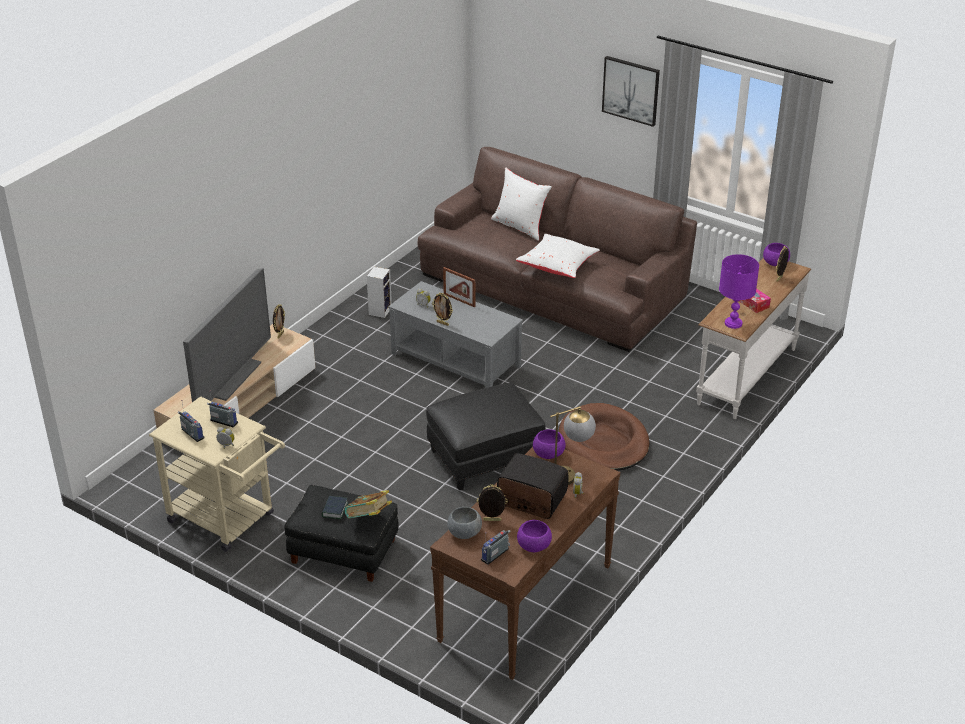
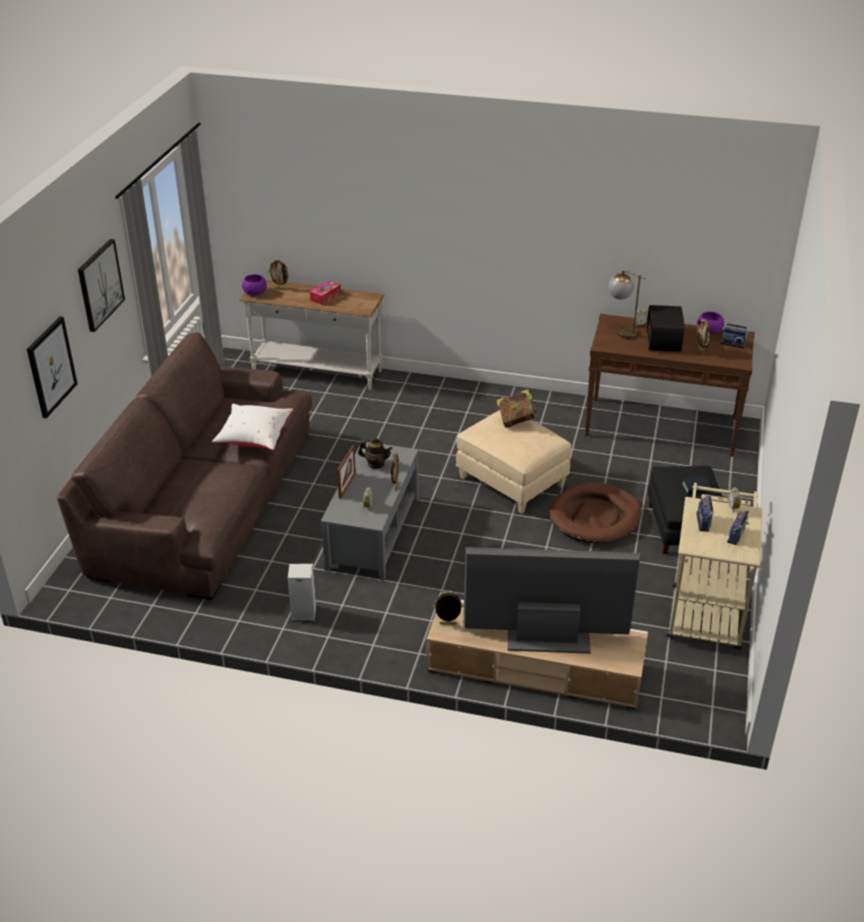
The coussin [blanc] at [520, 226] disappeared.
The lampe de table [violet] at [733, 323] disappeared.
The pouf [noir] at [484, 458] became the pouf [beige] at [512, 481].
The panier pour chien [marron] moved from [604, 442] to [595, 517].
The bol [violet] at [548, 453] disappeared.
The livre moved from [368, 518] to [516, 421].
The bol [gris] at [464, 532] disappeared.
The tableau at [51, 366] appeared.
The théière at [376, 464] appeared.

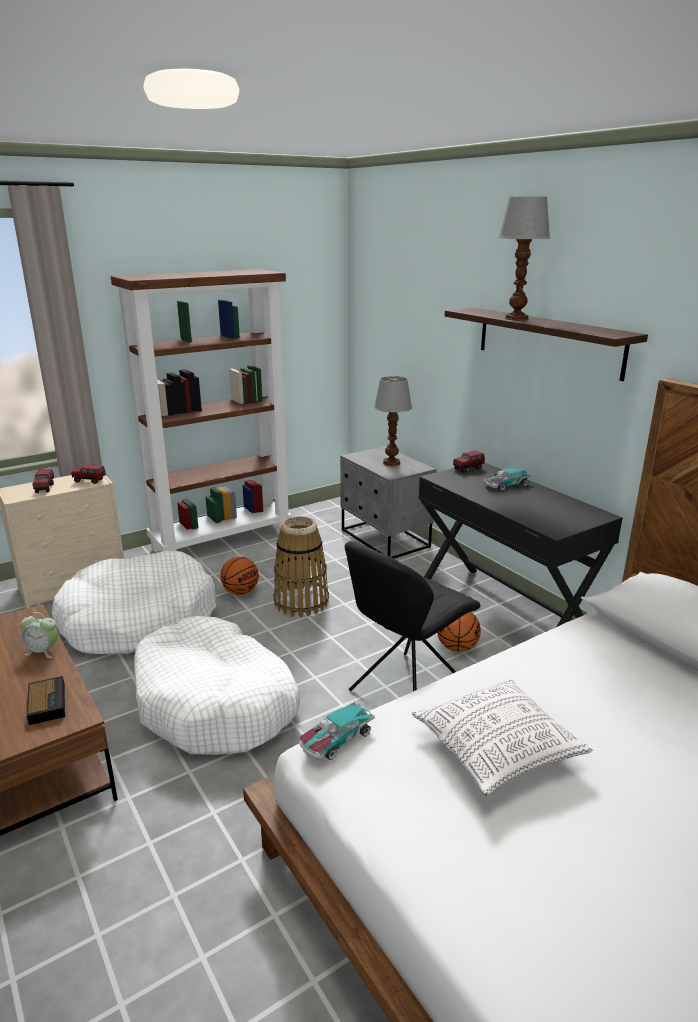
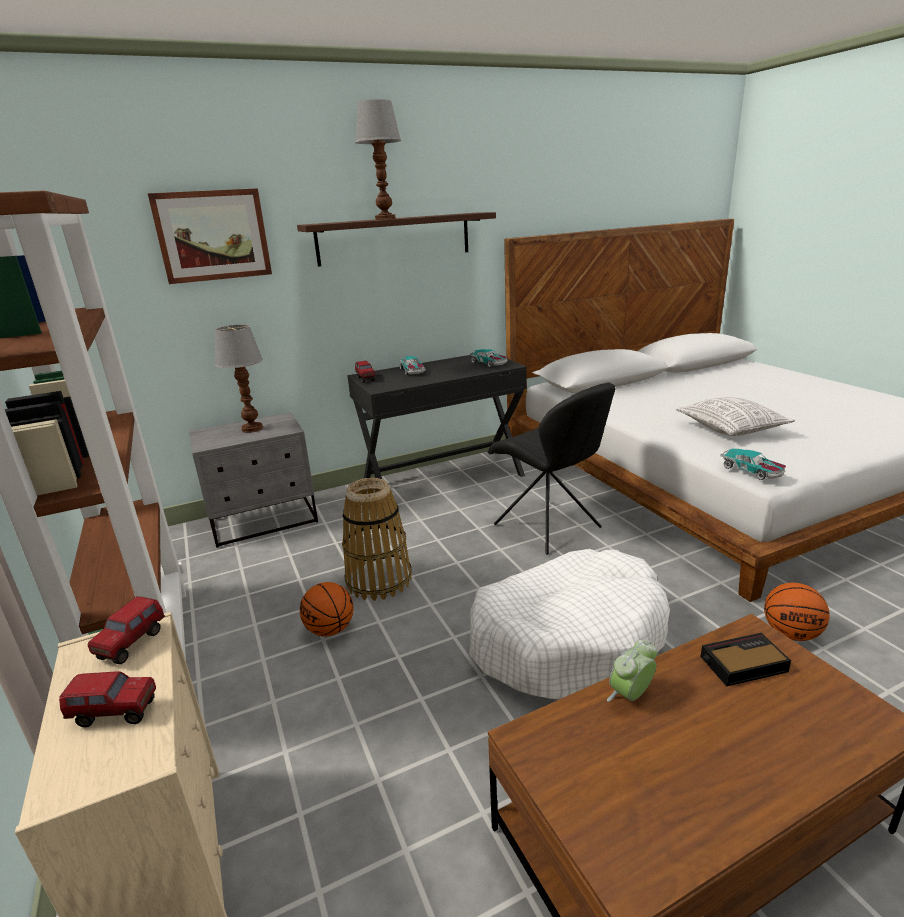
The panier pour chien [blanc] at [138, 620] disappeared.
The réveil at [43, 651] turned 150 degrees counterclockwise.
The ballon de basket moved from [457, 647] to [791, 634].
The tableau at [213, 236] appeared.
The petite voiture at [489, 363] appeared.

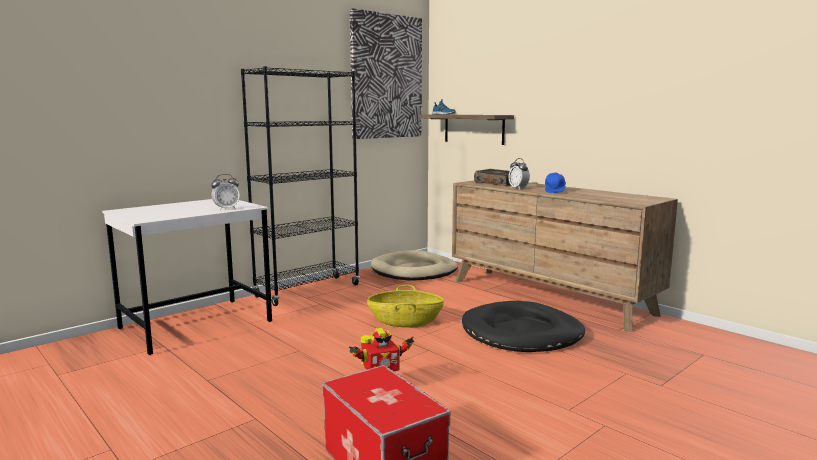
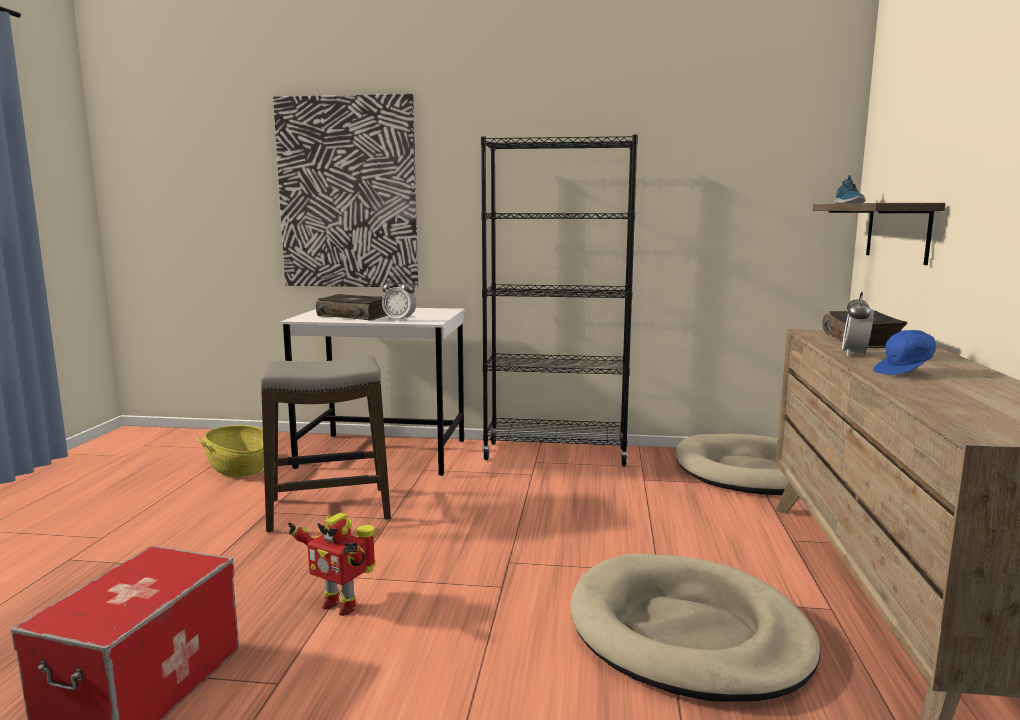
The tableau moved from [386, 77] to [348, 193].
The panier moved from [405, 322] to [239, 467].
The panier pour chien [noir] at [522, 332] became the panier pour chien [beige] at [687, 633].
The livre at [354, 316] appeared.
The tabouret at [329, 510] appeared.

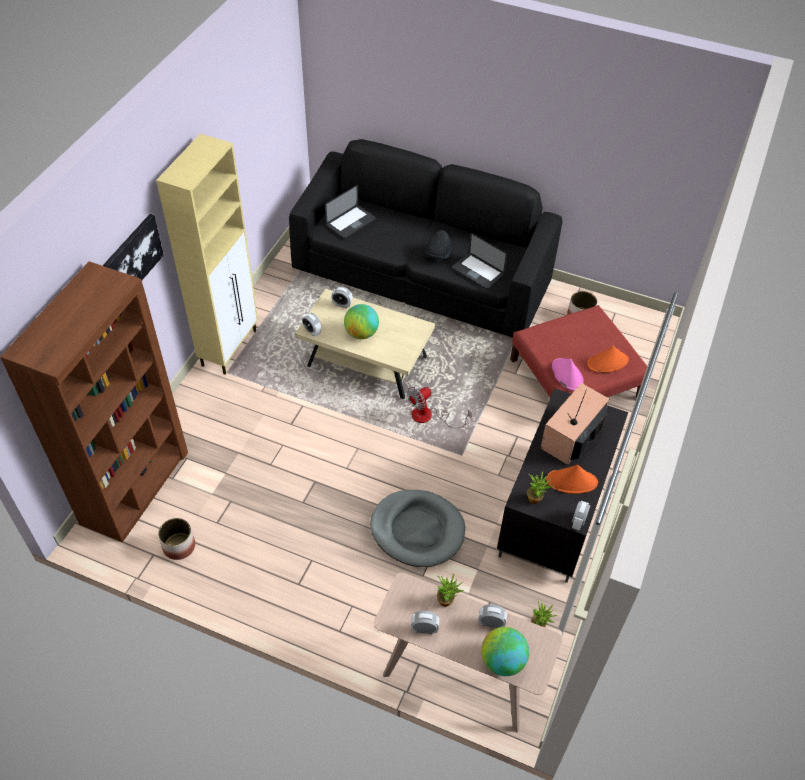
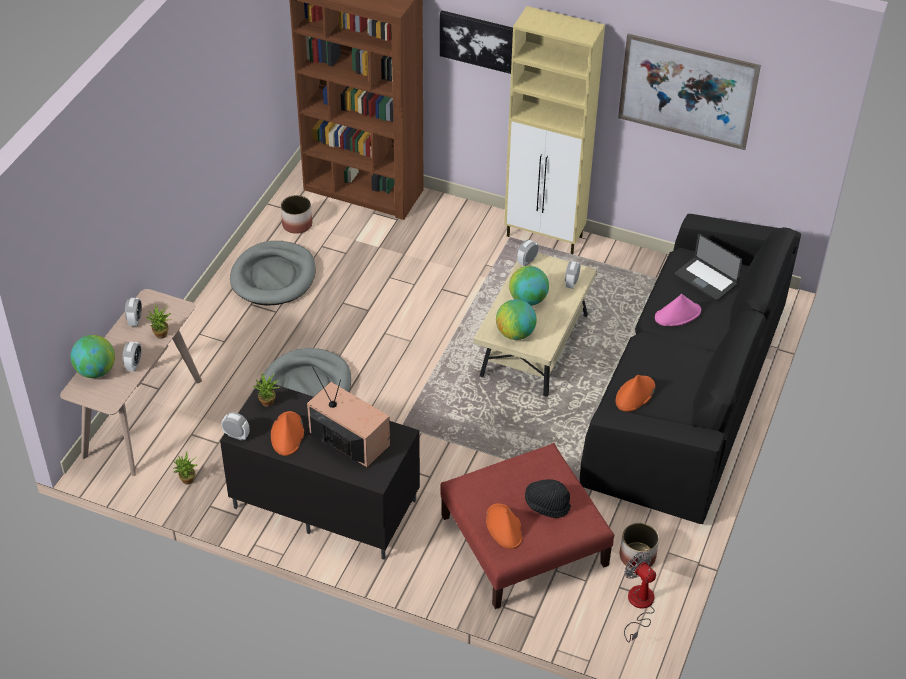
The chapeau [noir] moved from [438, 255] to [547, 505].
The ordinateur portable at [477, 272] was replaced by the chapeau [orange] at [635, 394].
The chapeau [rose] moved from [567, 375] to [678, 314].
The ventilateur moved from [429, 417] to [639, 606].
The tableau at [687, 91] appeared.
The panier pour chien [gris] at [273, 277] appeared.
The globe at [515, 333] appeared.

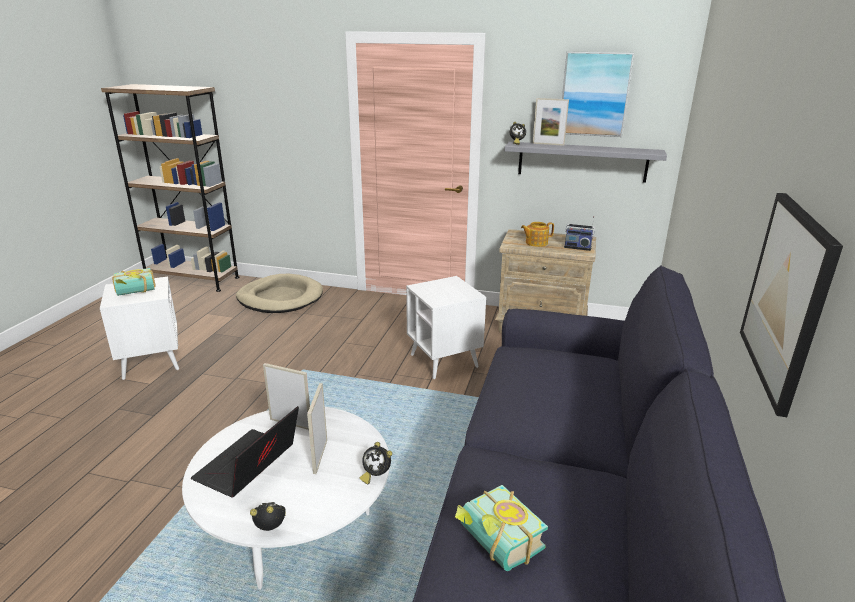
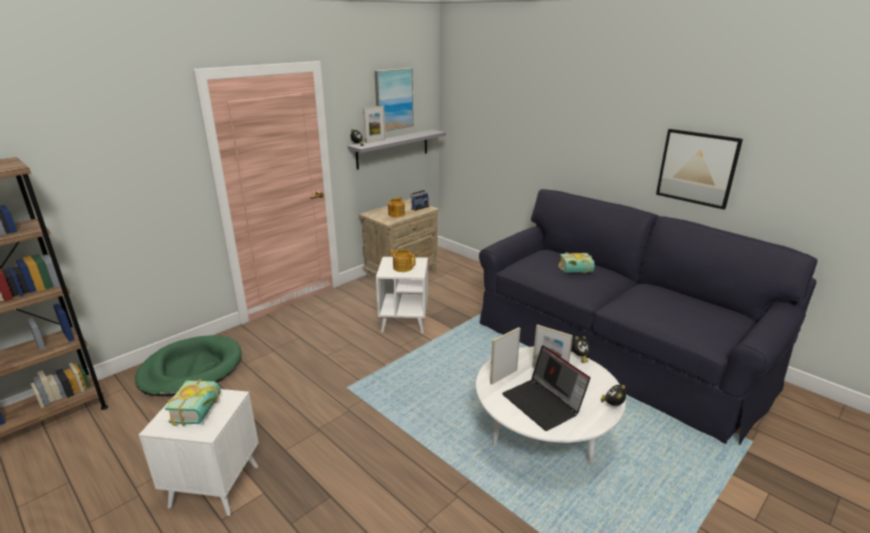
The panier pour chien [beige] at [280, 298] became the panier pour chien [vert] at [191, 369].
The livre moved from [494, 544] to [576, 272].
The théière at [402, 267] appeared.

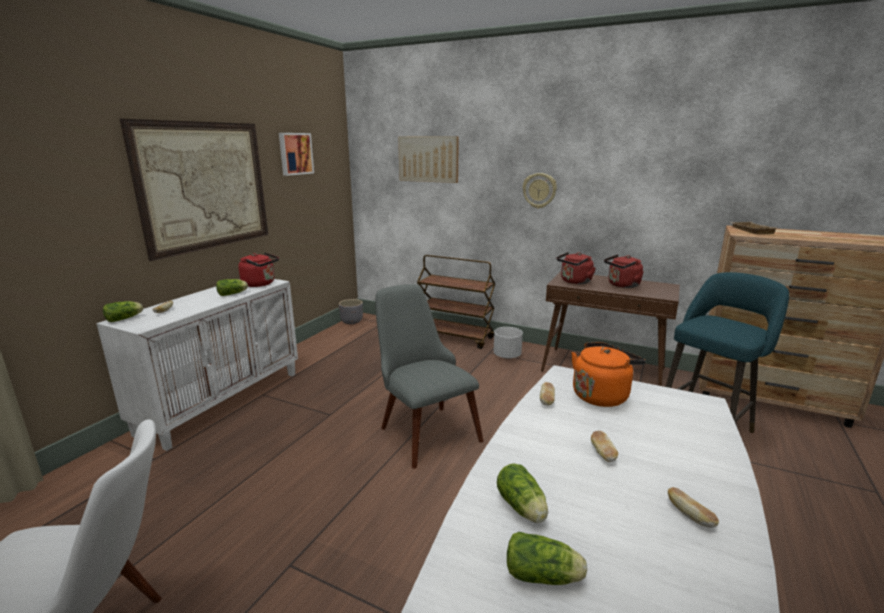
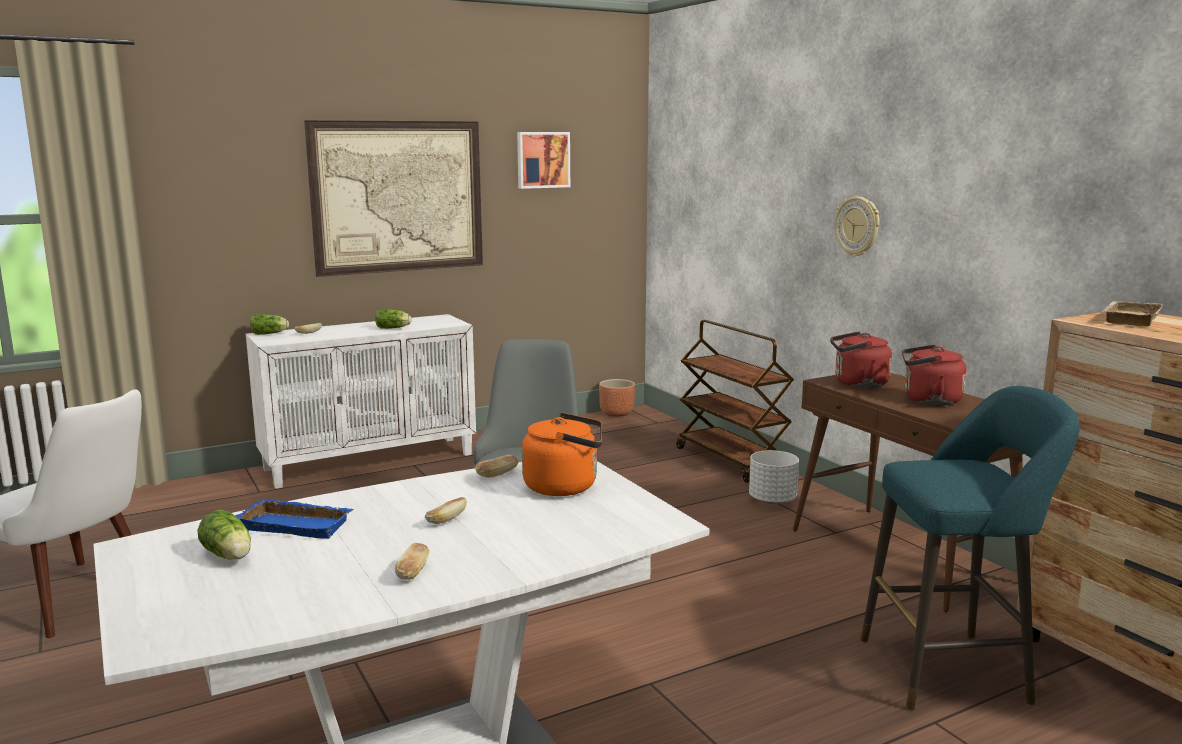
The tableau at [428, 159] disappeared.
The bouilloire [rouge] at [260, 284] disappeared.
The cache-pot [gris] at [352, 322] became the cache-pot [marron] at [617, 414].
The laitue at [522, 508] was replaced by the plateau [bleu] at [298, 525].

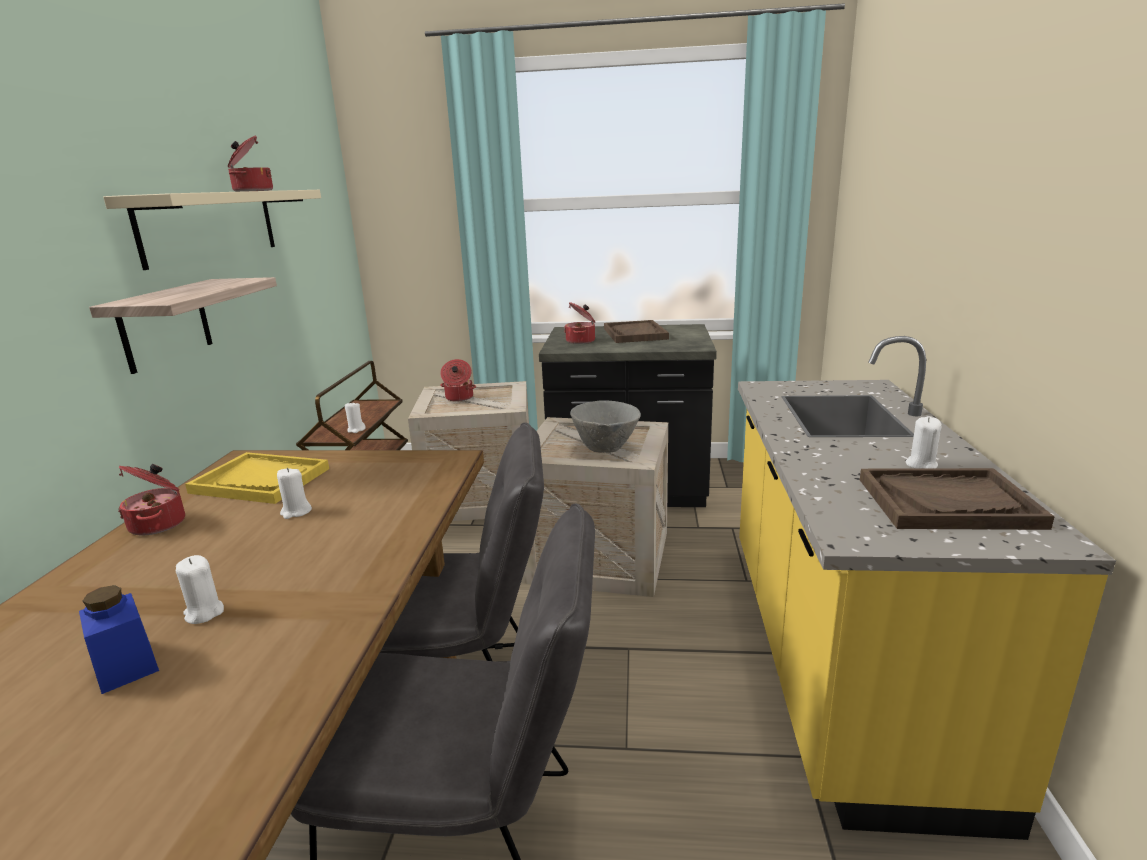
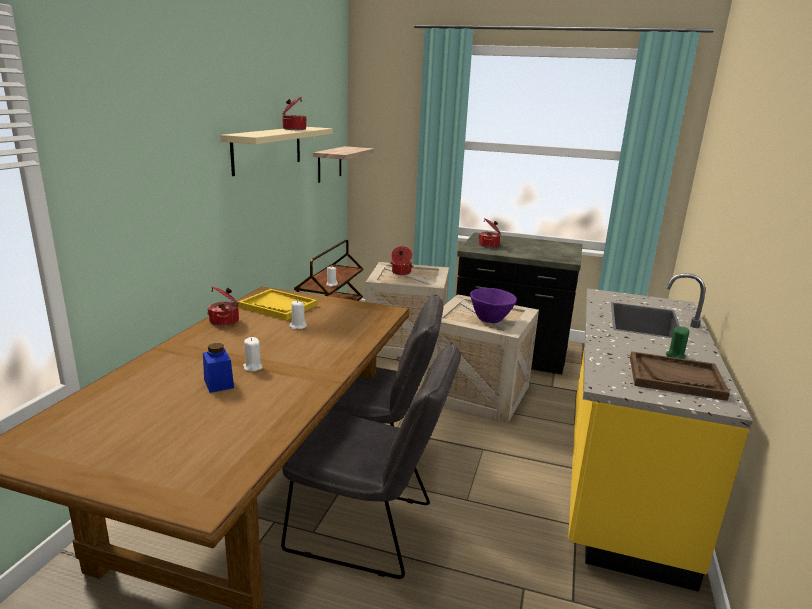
The étagère moved from [165, 325] to [329, 164].
The plateau [marron] at [635, 334] disappeared.
The bol [gris] at [606, 448] became the bol [violet] at [490, 320].
The bougie [blanc] at [921, 464] became the bougie [vert] at [675, 356].

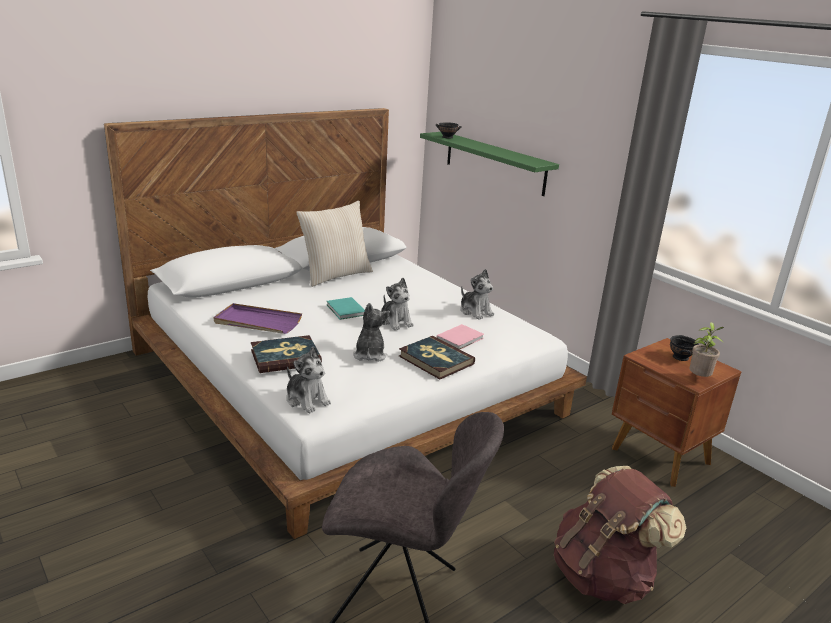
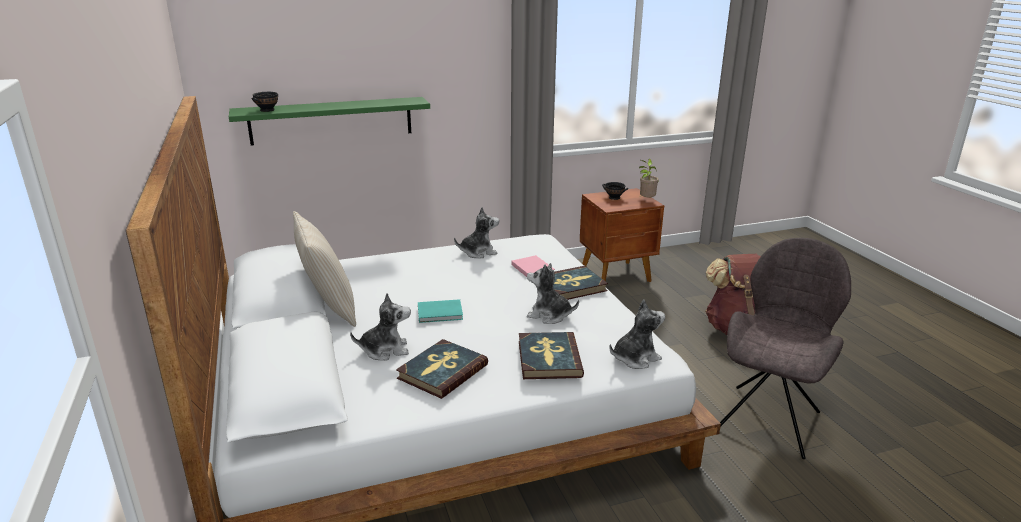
The peluche moved from [395, 322] to [385, 350].
The plateau [violet] at [257, 322] was replaced by the livre at [442, 371].

